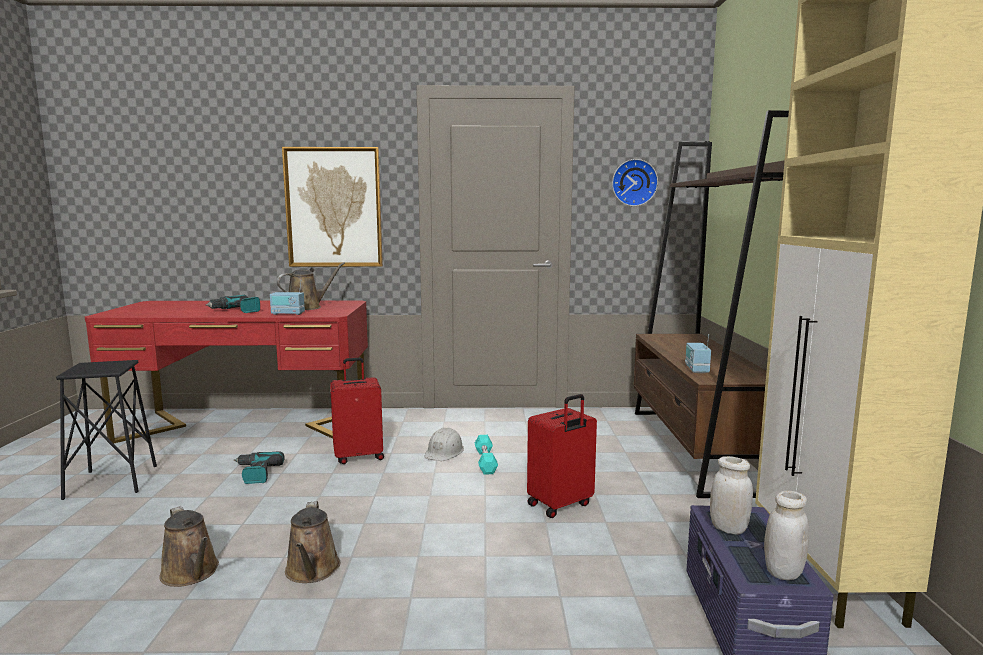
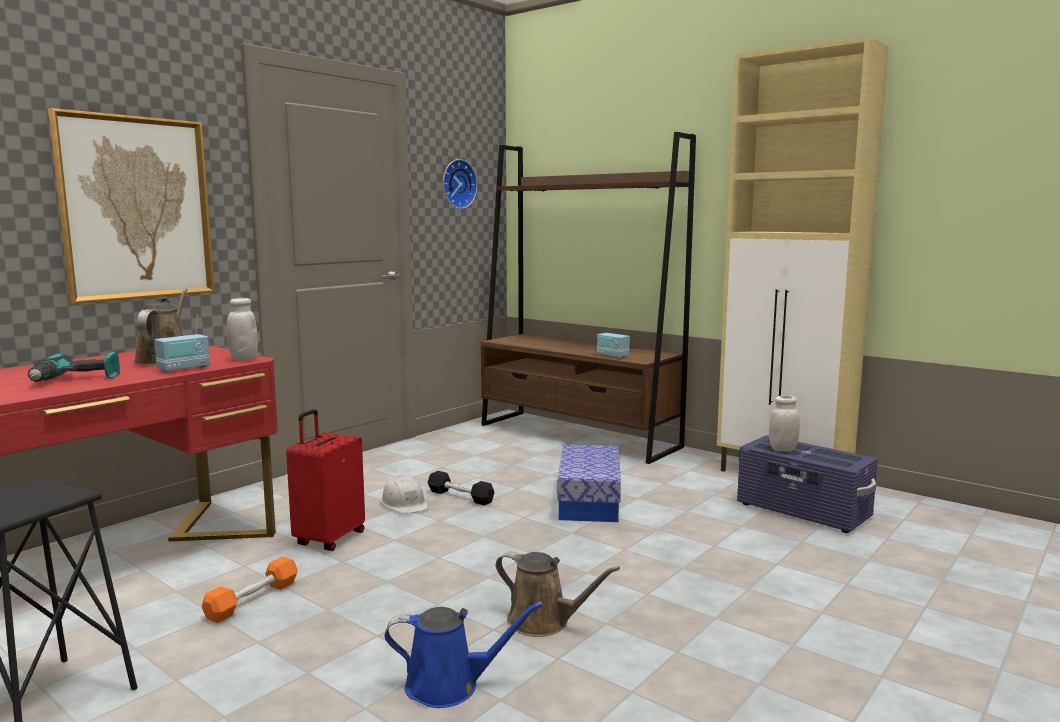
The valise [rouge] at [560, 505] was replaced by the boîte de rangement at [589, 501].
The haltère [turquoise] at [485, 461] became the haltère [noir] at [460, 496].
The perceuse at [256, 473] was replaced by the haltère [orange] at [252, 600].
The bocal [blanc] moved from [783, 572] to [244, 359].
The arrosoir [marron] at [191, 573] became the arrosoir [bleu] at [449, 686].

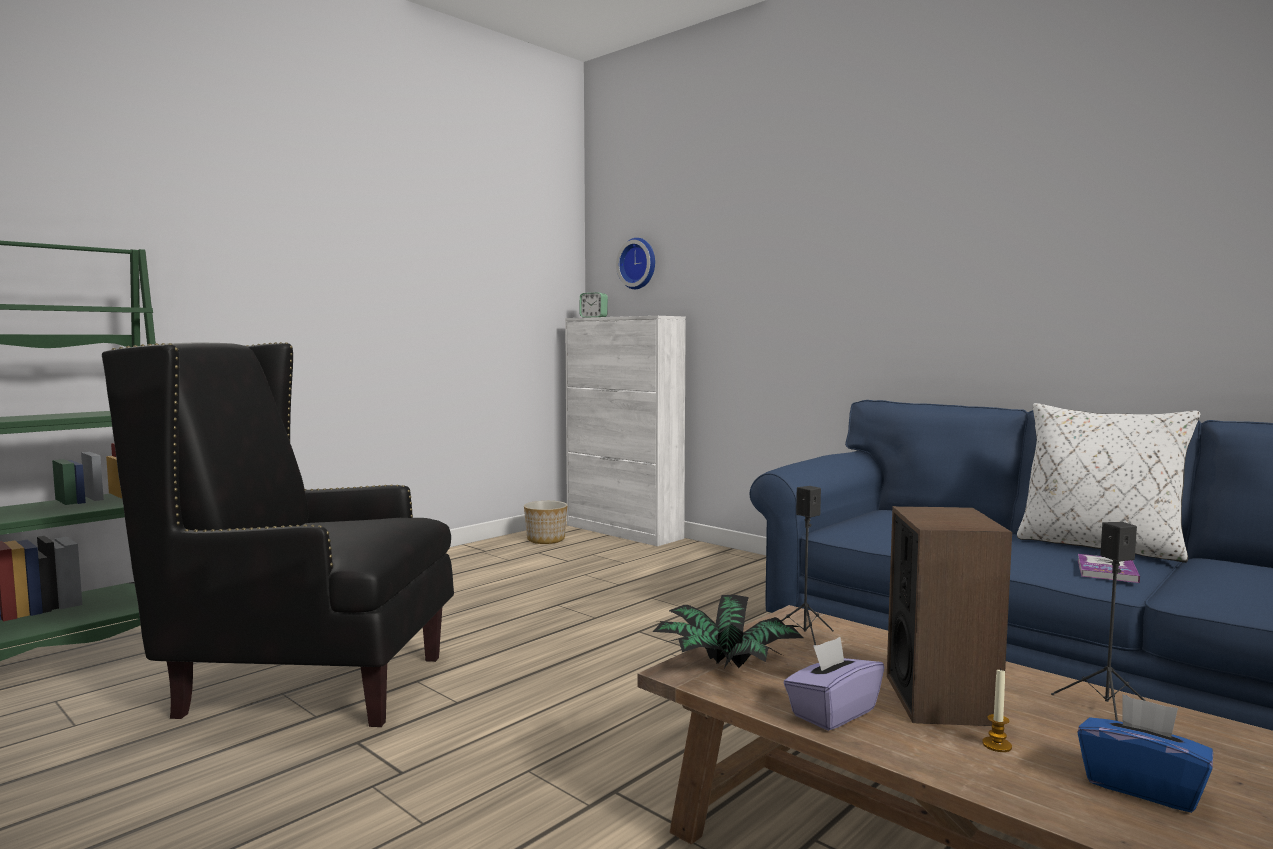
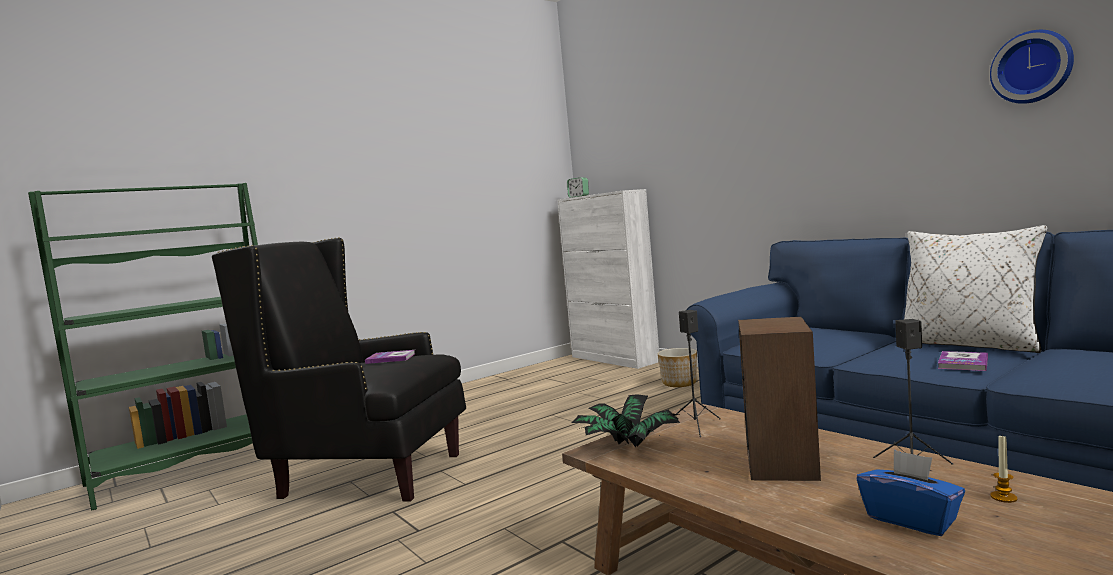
The horloge murale moved from [639, 264] to [1032, 67].
The cache-pot moved from [546, 540] to [680, 383].
The boîte à mouchoirs [violet] at [832, 712] disappeared.
The bougie moved from [997, 745] to [1003, 497].
The livre at [391, 358] appeared.

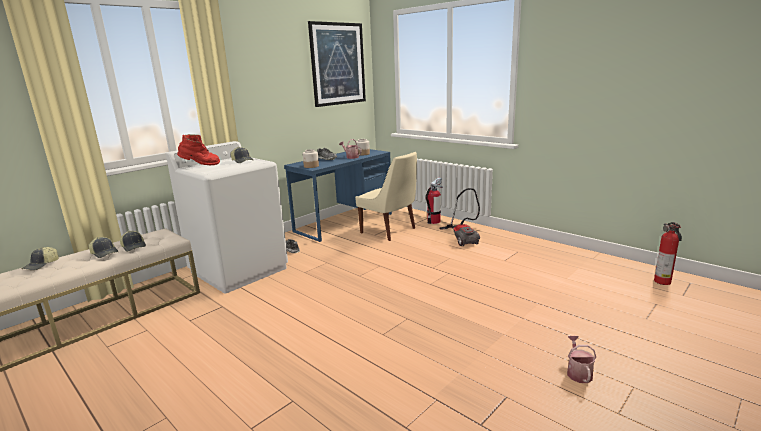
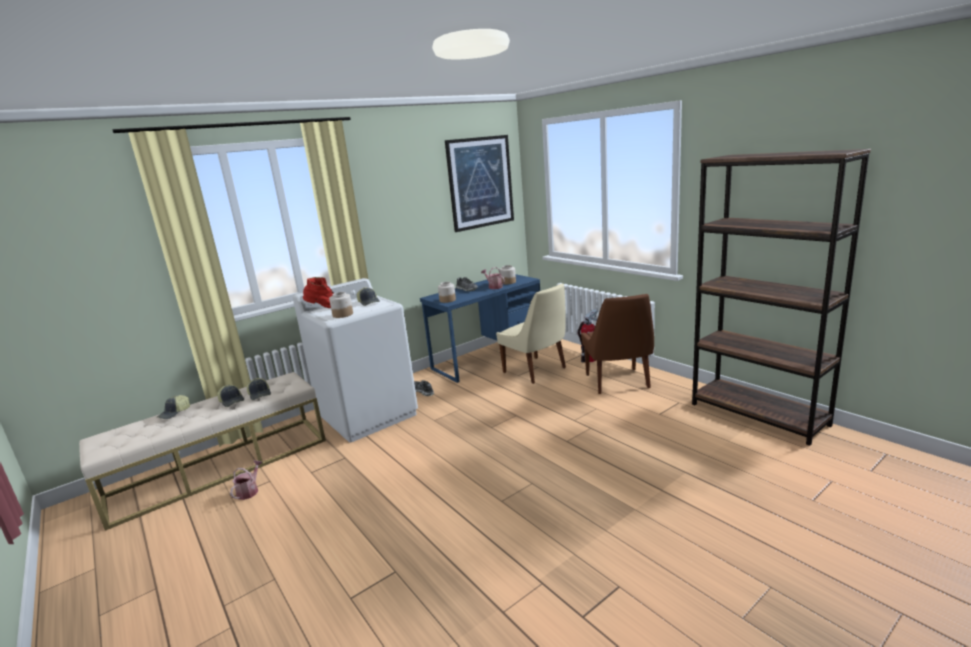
The aspirateur at [463, 238] was replaced by the chaise [marron] at [618, 382].
The extincteur at [663, 282] disappeared.
The arrosoir moved from [578, 372] to [249, 491].
The bibliothèque [marron] at [758, 414] appeared.
The bocal at [342, 314] appeared.

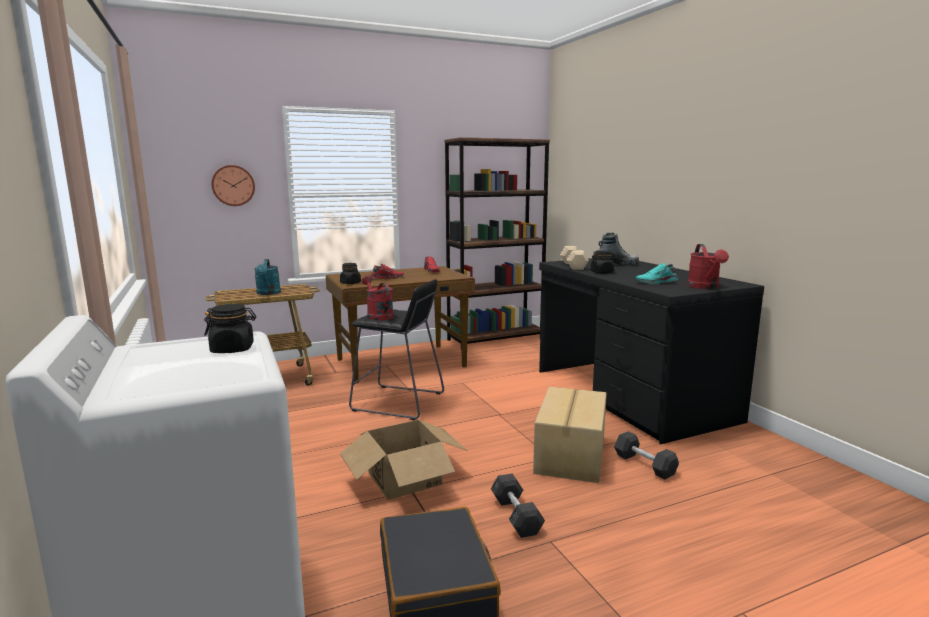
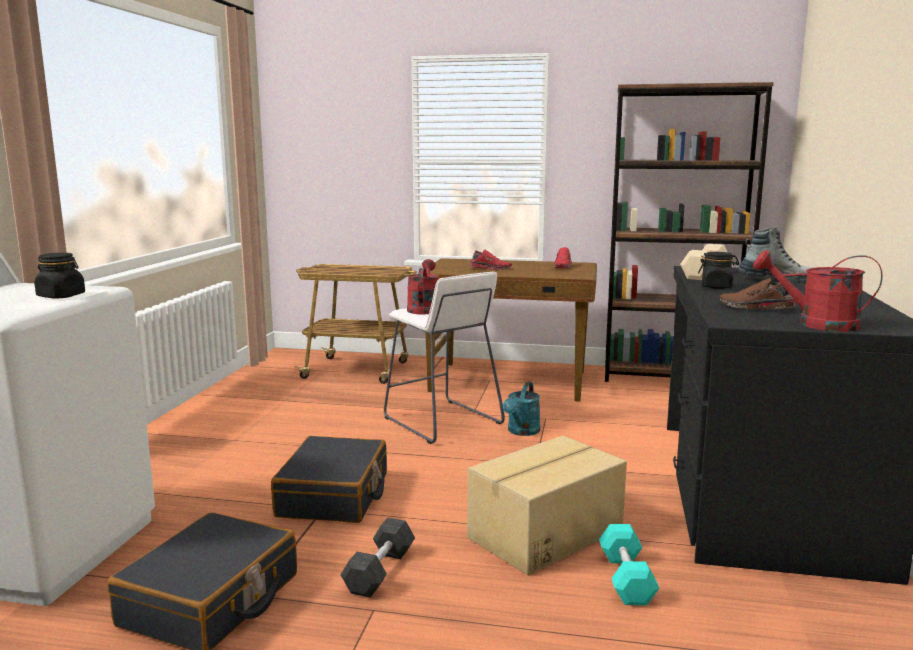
The horloge murale at [233, 185] disappeared.
The arrosoir [rouge] at [705, 287] turned 75 degrees clockwise.
The arrosoir [turquoise] moved from [268, 293] to [521, 432].
The bocal [noir] at [350, 283] disappeared.
The chaussure [turquoise] at [656, 282] became the chaussure [marron] at [755, 308].
The tabouret [noir] at [398, 402] became the tabouret [blanc] at [442, 421].
The carton at [404, 478] was replaced by the valise [noir] at [334, 495].
The haltère [gris] at [644, 465] became the haltère [turquoise] at [626, 578].

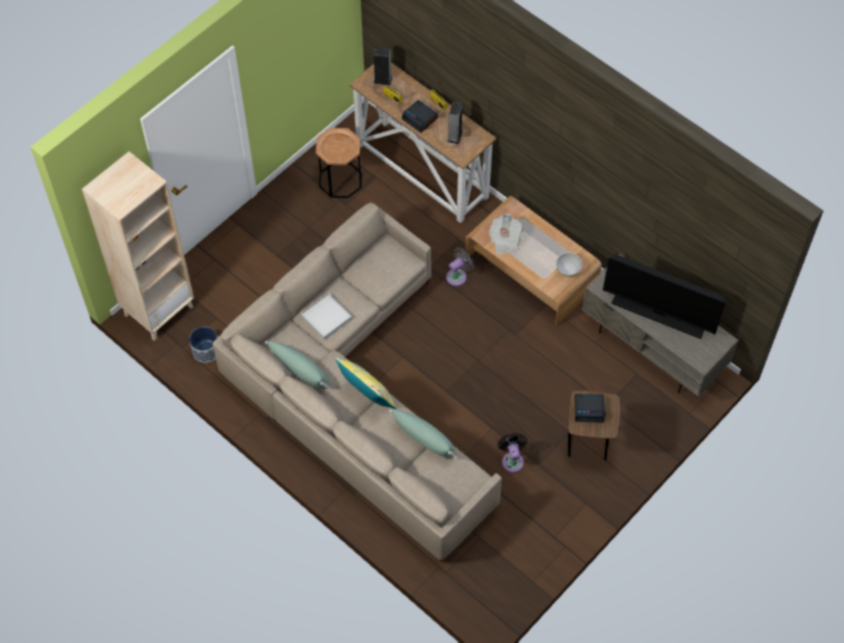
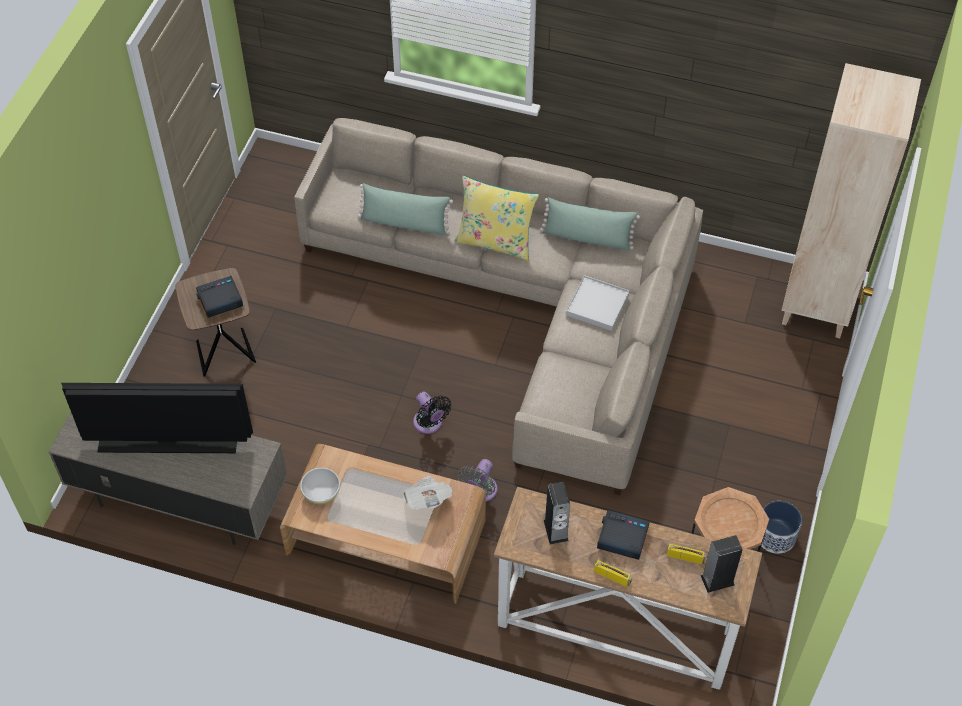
The cache-pot moved from [206, 351] to [776, 536].
The ventilateur [noir] moved from [512, 460] to [429, 424].

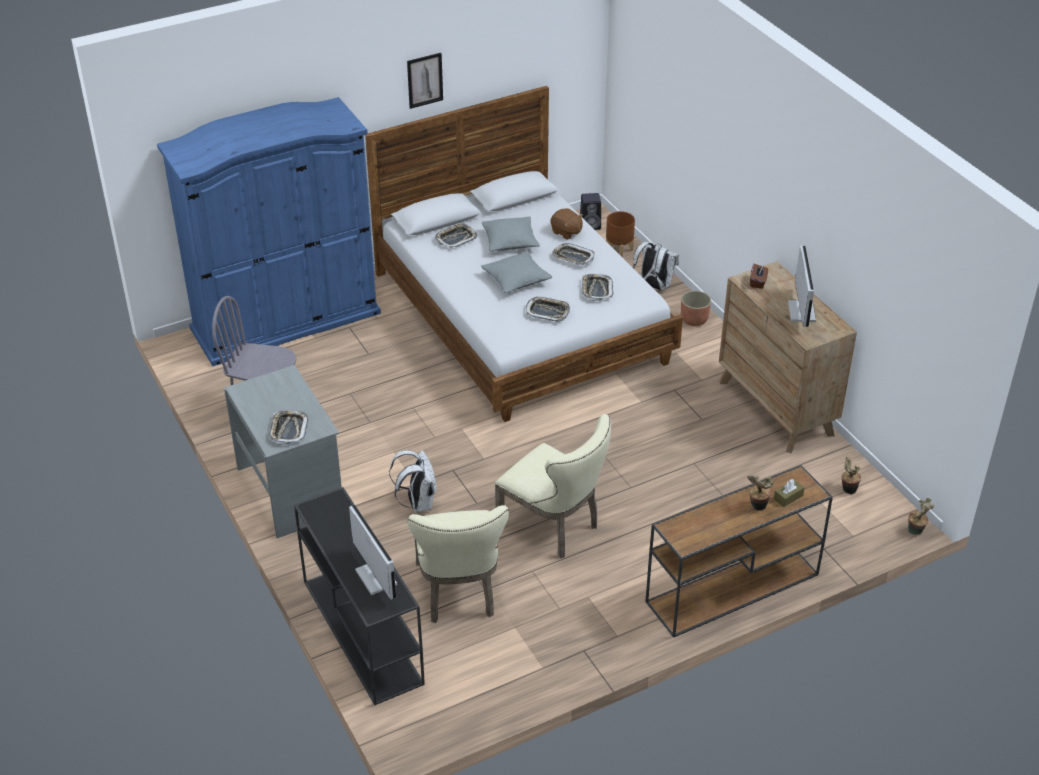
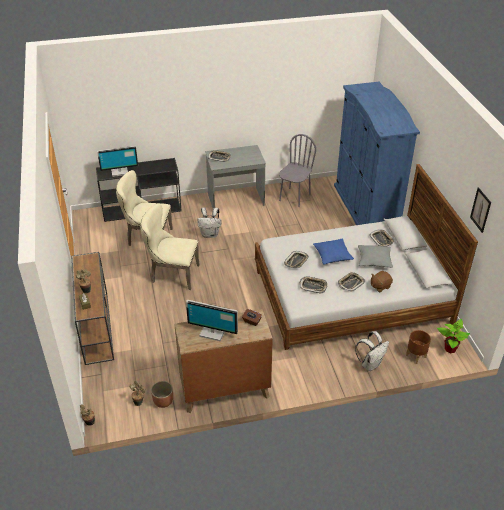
The tableau moved from [425, 80] to [480, 210].
The enceinte [noir] at [591, 225] was replaced by the plante en pot at [450, 348].
The coussin [gris] at [516, 279] became the coussin [bleu] at [332, 255].
The cache-pot moved from [694, 320] to [163, 401].
The chaise [beige] at [554, 527] turned 45 degrees clockwise.

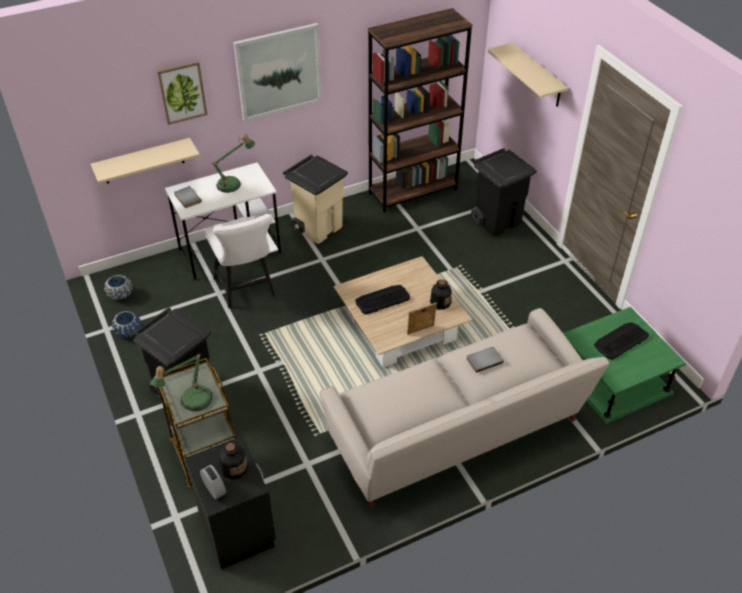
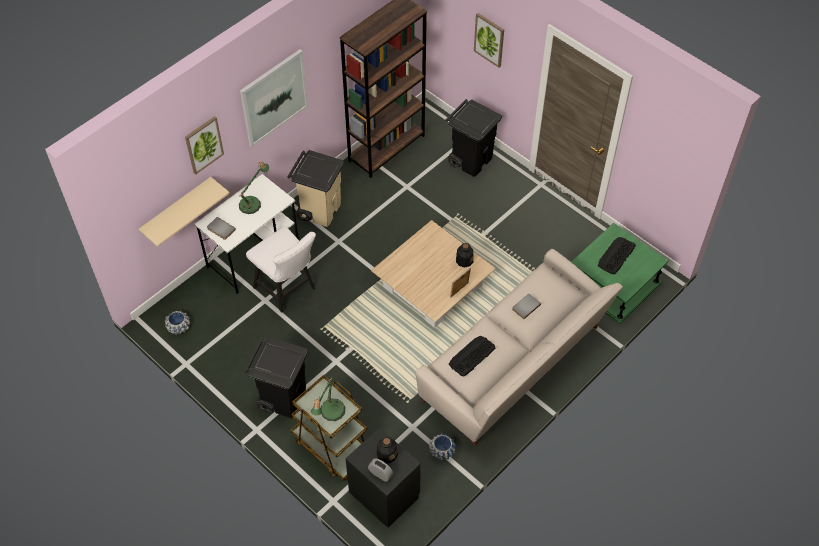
The étagère [beige] at [537, 76] was replaced by the tableau at [489, 39].
The clavier moved from [382, 299] to [471, 356].
The cache-pot [bleu] moved from [128, 331] to [442, 451].

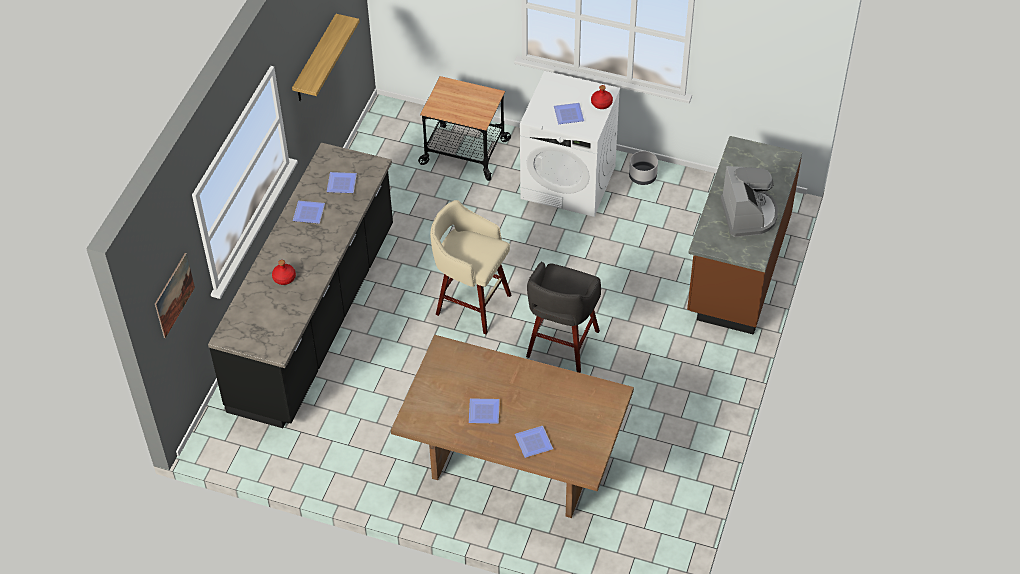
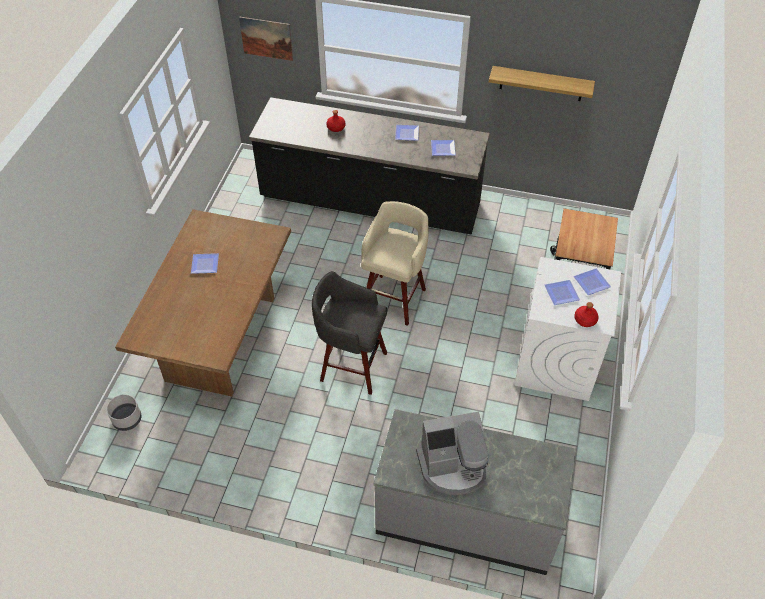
The comptoir de cuisine [marron] at [737, 267] became the comptoir de cuisine [gris] at [467, 518].
The cache-pot [gris] moved from [643, 176] to [127, 420].
The assiette moved from [532, 442] to [592, 282].

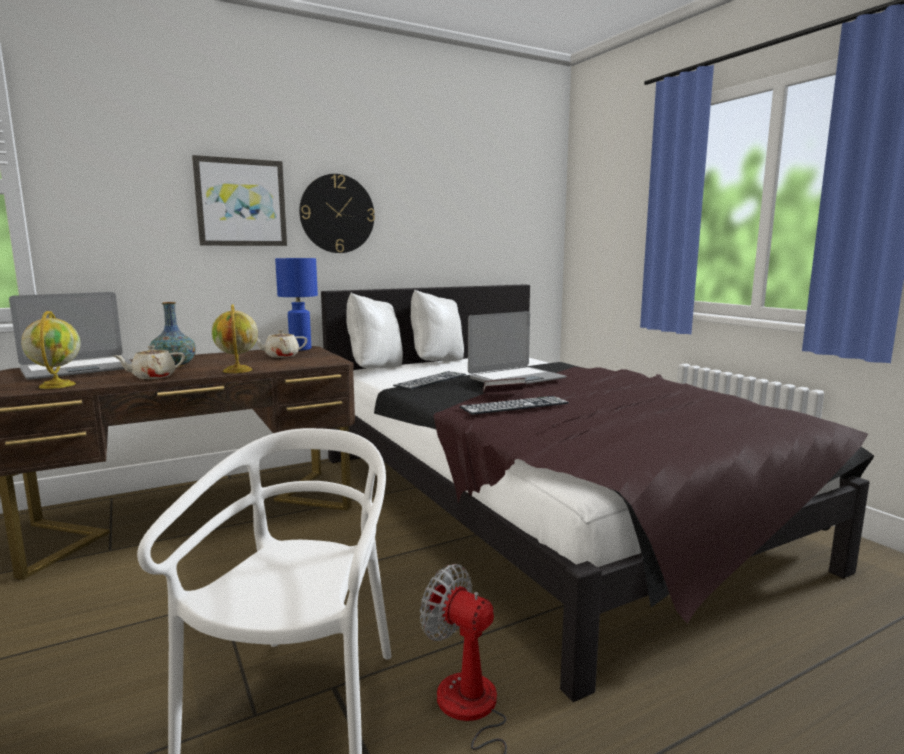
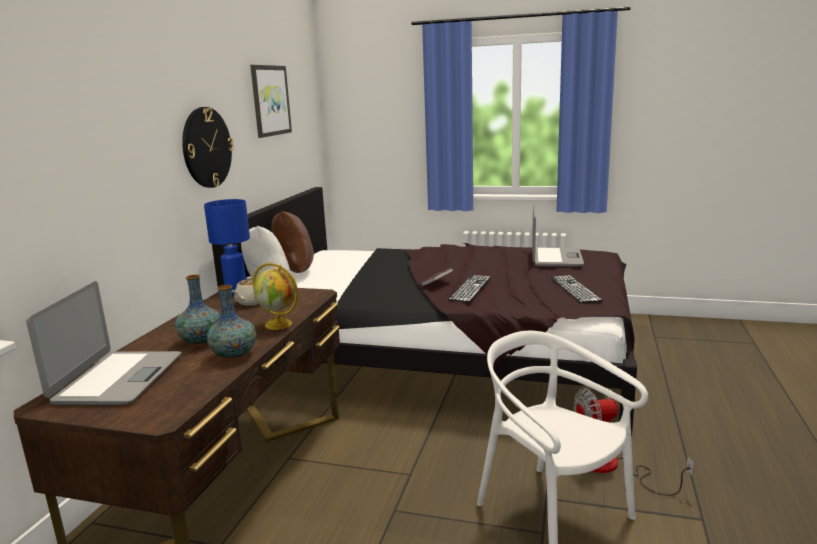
The tableau moved from [241, 202] to [270, 100].
The coussin [blanc] at [437, 362] became the coussin [marron] at [294, 272].
The globe at [57, 385] disappeared.
The ordinateur portable moved from [516, 378] to [555, 258].
The théière [beige] at [153, 377] was replaced by the vase at [234, 354].
The clavier moved from [431, 380] to [575, 289].

